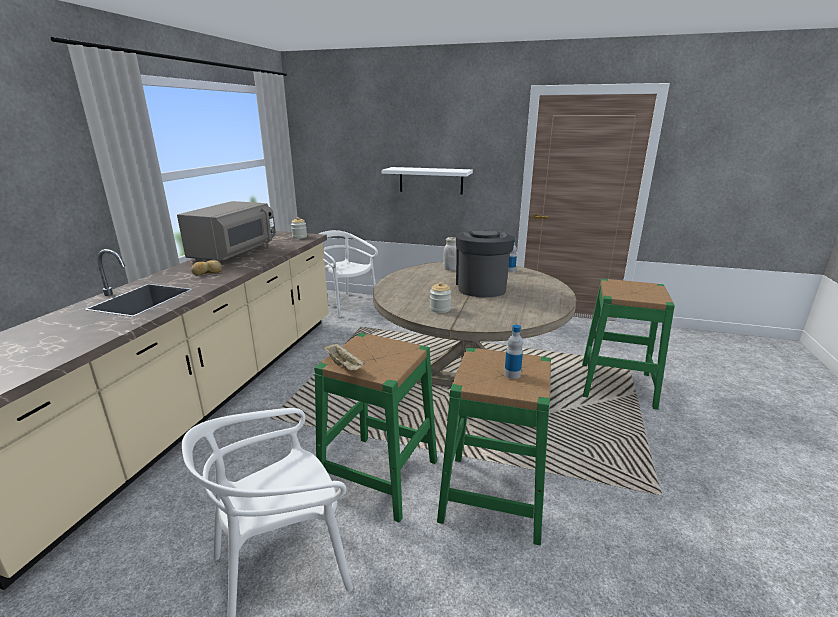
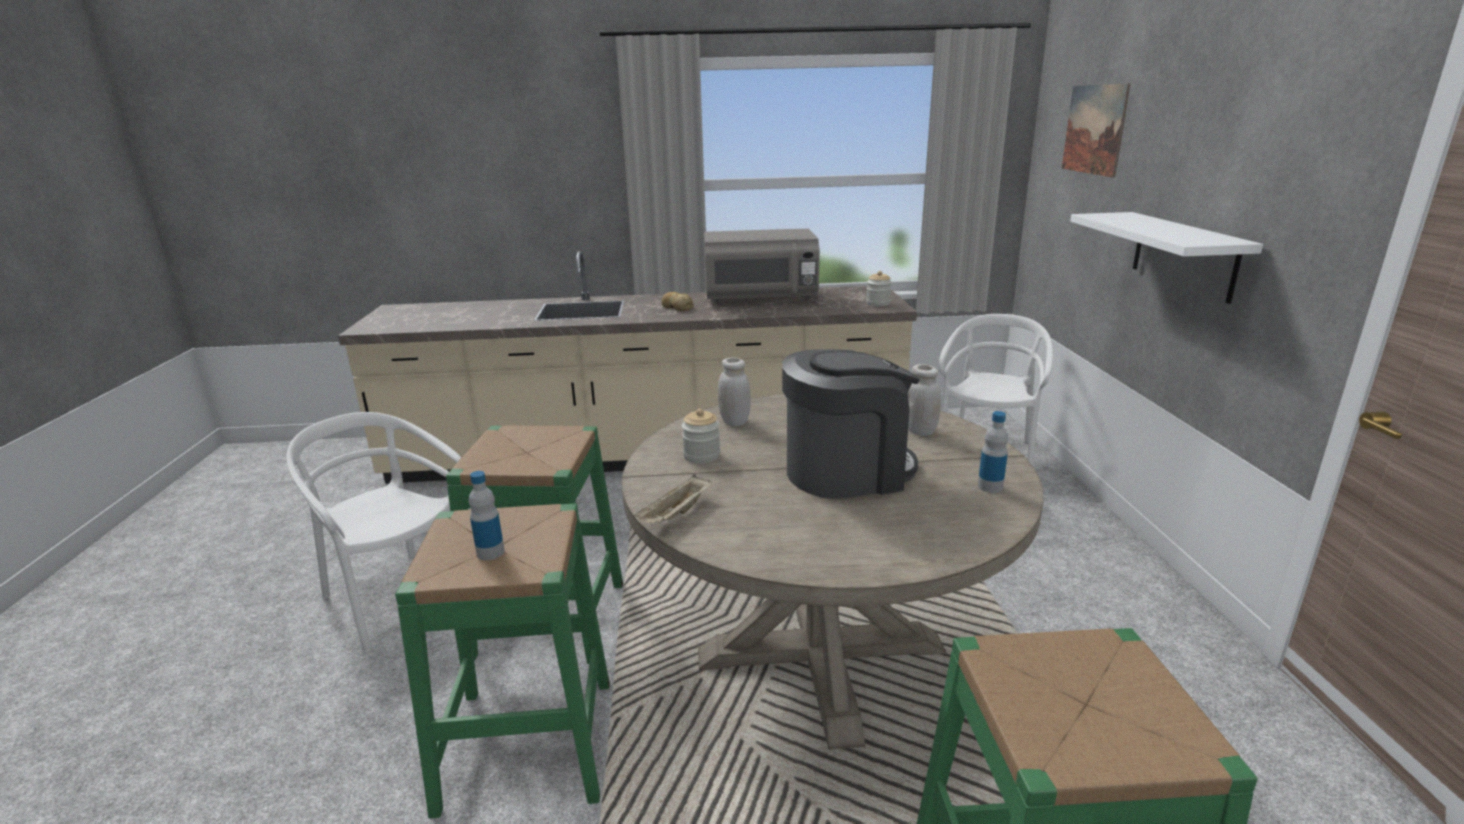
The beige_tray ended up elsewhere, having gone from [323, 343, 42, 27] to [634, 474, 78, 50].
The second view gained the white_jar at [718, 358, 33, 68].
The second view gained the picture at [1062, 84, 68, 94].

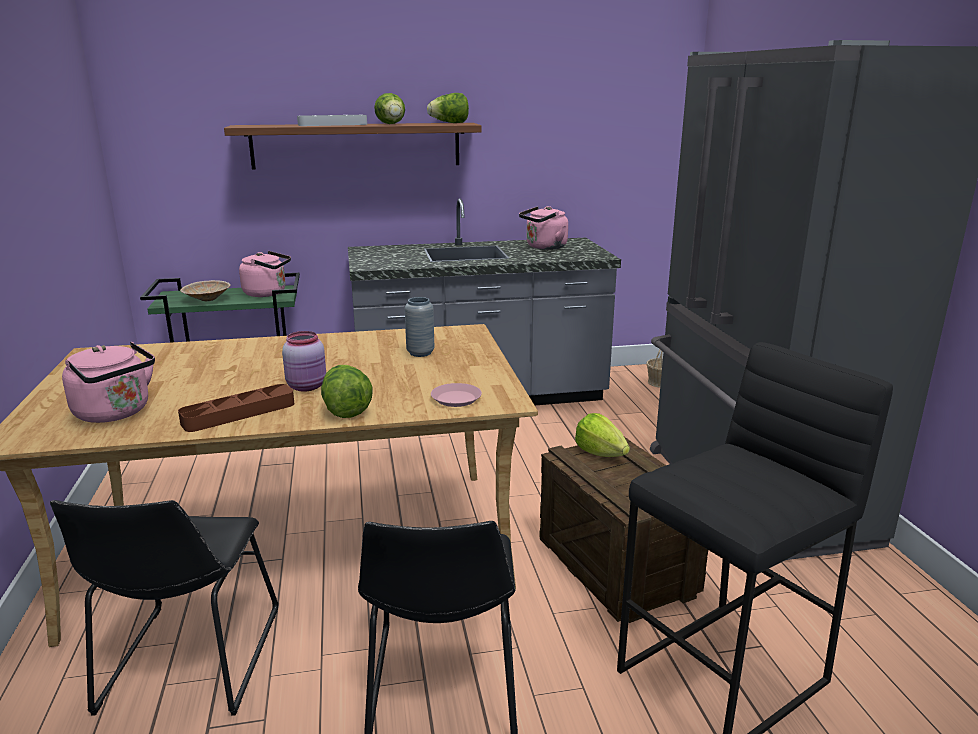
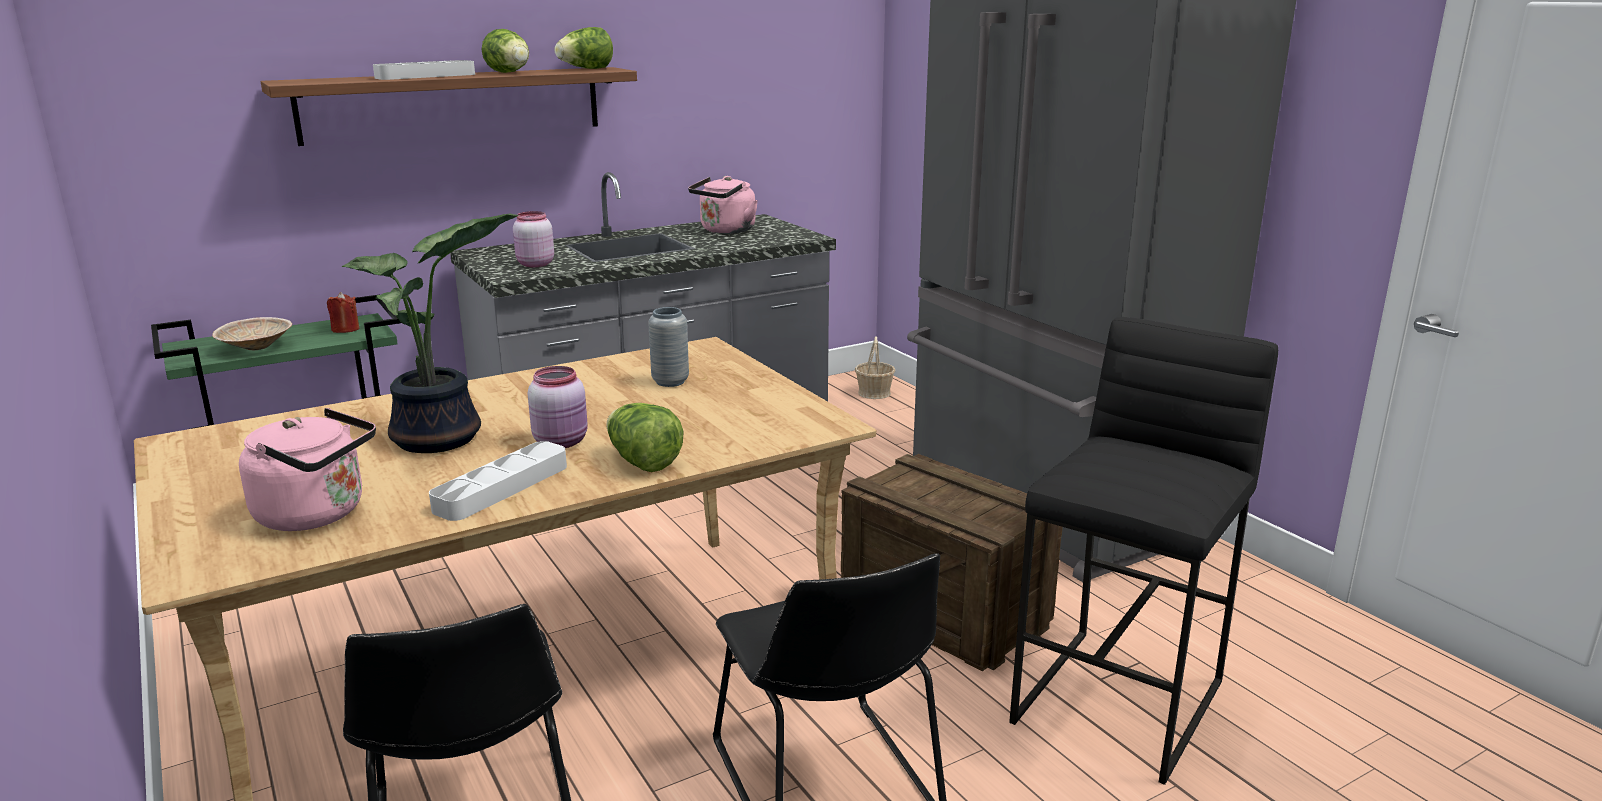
Where the pink_kettle stood at [239, 251, 52, 46], the red_candle came to stand at [327, 292, 32, 41].
The second view gained the potted_plant at [341, 213, 178, 240].
What was the brown_tray at [178, 384, 116, 48] turned into the grey_tray at [429, 441, 138, 80].
The second view gained the pink_jar at [513, 211, 41, 56].
The second view lost the pink_plate at [431, 383, 51, 24].
The second view lost the lettuce at [575, 413, 55, 44].

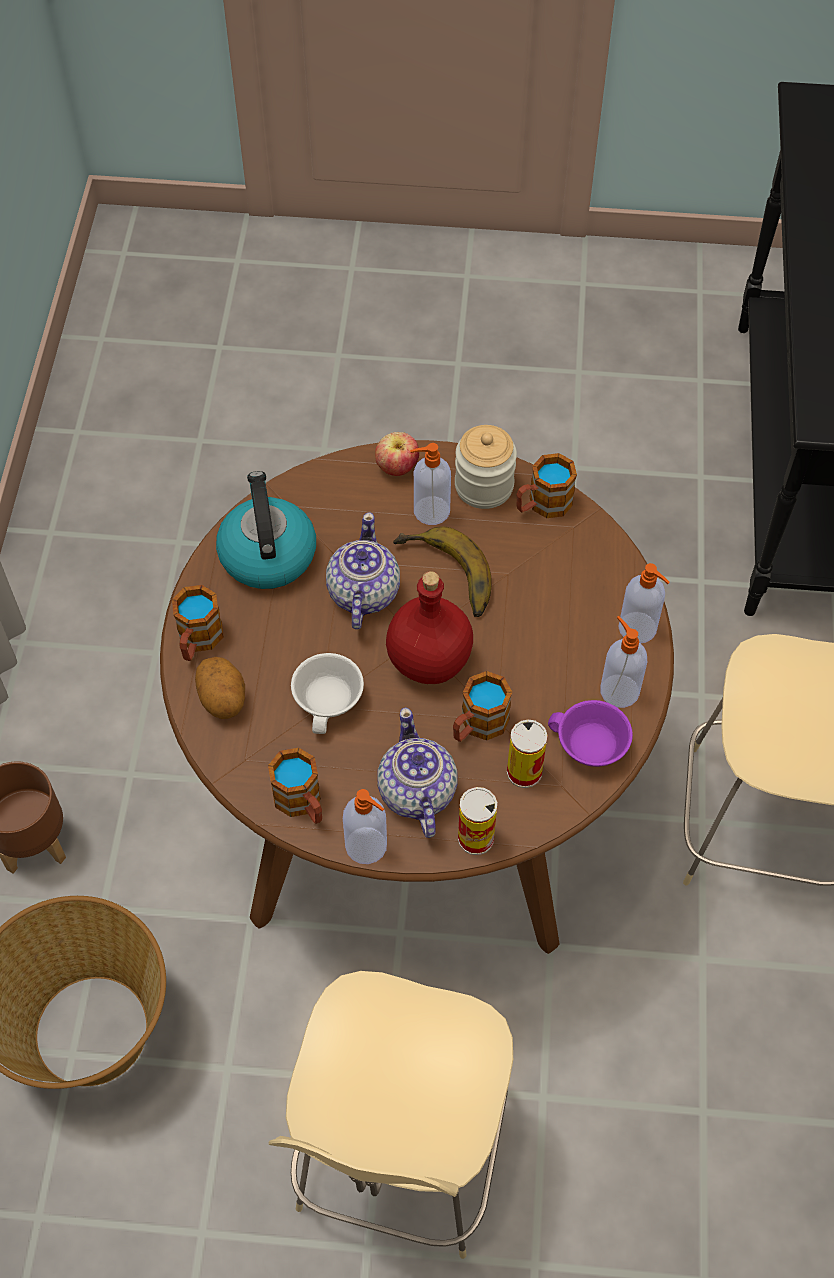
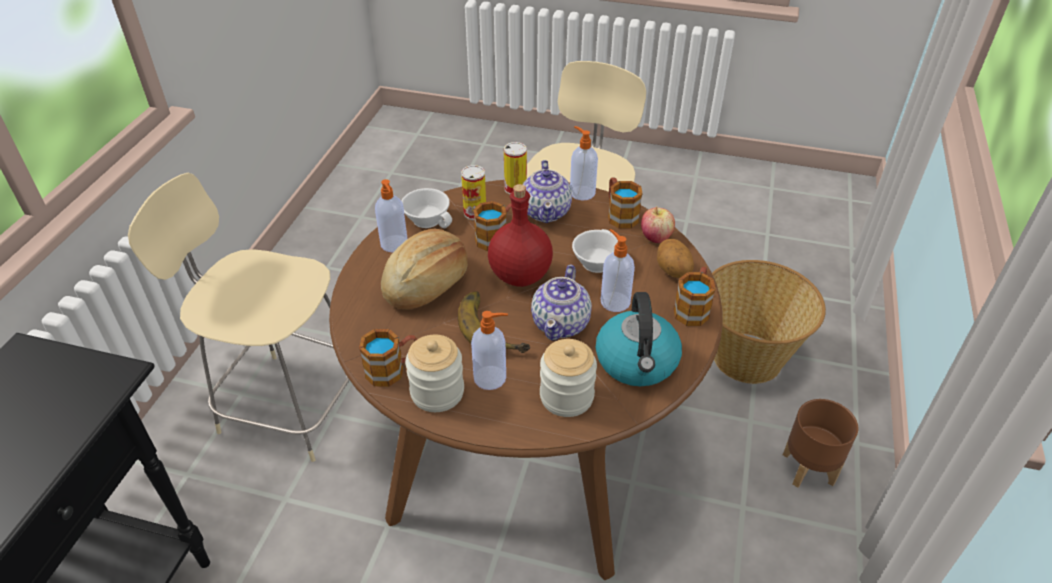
The second view gained the bread at [381, 229, 87, 81].
What was the purple_cup at [548, 700, 85, 67] turned into the white_cup at [401, 188, 51, 40].
The second view gained the jar at [540, 339, 57, 78].
The soap_dispenser ended up elsewhere, having gone from [618, 563, 52, 81] to [601, 229, 34, 83].
The apple ended up elsewhere, having gone from [375, 432, 44, 44] to [641, 206, 34, 37].

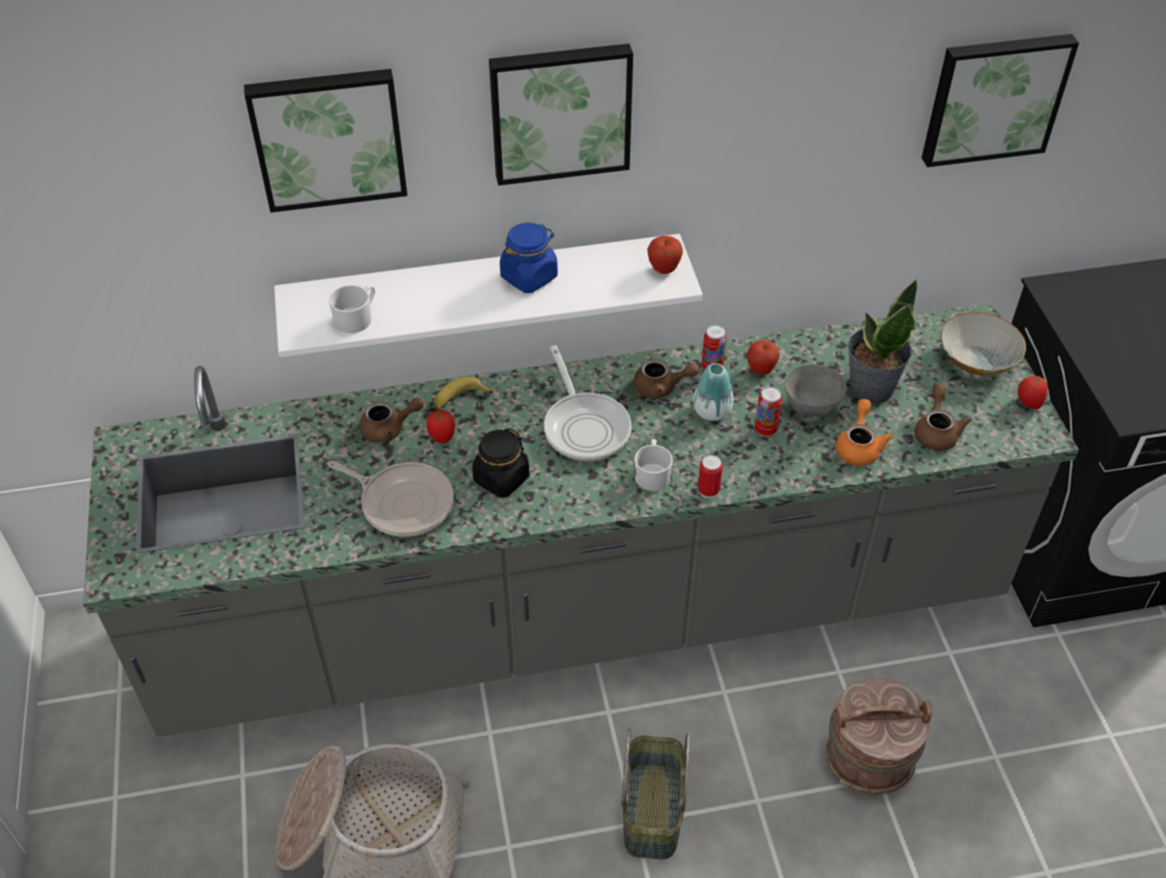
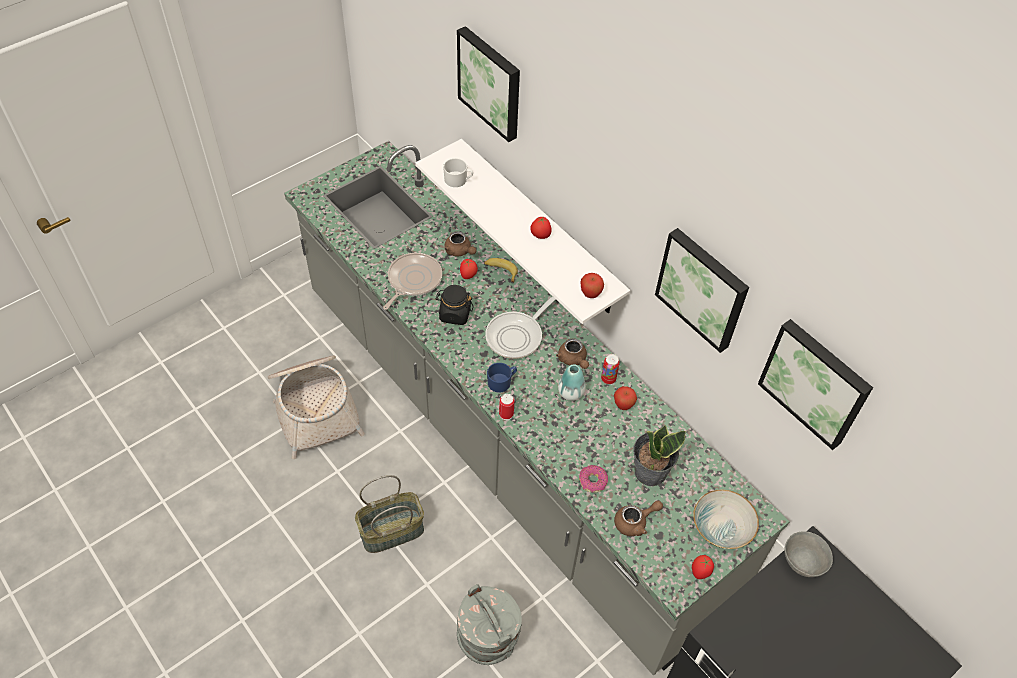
The frying_pan at [328, 461, 126, 76] ended up facing another way, 150 degrees counterclockwise from before.
What was the brown_bucket at [826, 678, 107, 117] turned into the grey_bucket at [457, 584, 65, 81].
What was the white_mug at [634, 439, 39, 52] turned into the blue_mug at [487, 363, 30, 30].
Where the blue_jar stood at [500, 223, 58, 70], the tomato came to stand at [530, 217, 21, 22].
Where the orange_teapot stood at [836, 399, 58, 67], the donut came to stand at [579, 465, 29, 28].
The picture ended up elsewhere, having gone from [489, 44, 144, 142] to [655, 228, 94, 125].
The grey_bowl ended up elsewhere, having gone from [784, 364, 63, 53] to [784, 531, 49, 46].
The second view lost the can at [755, 387, 27, 49].

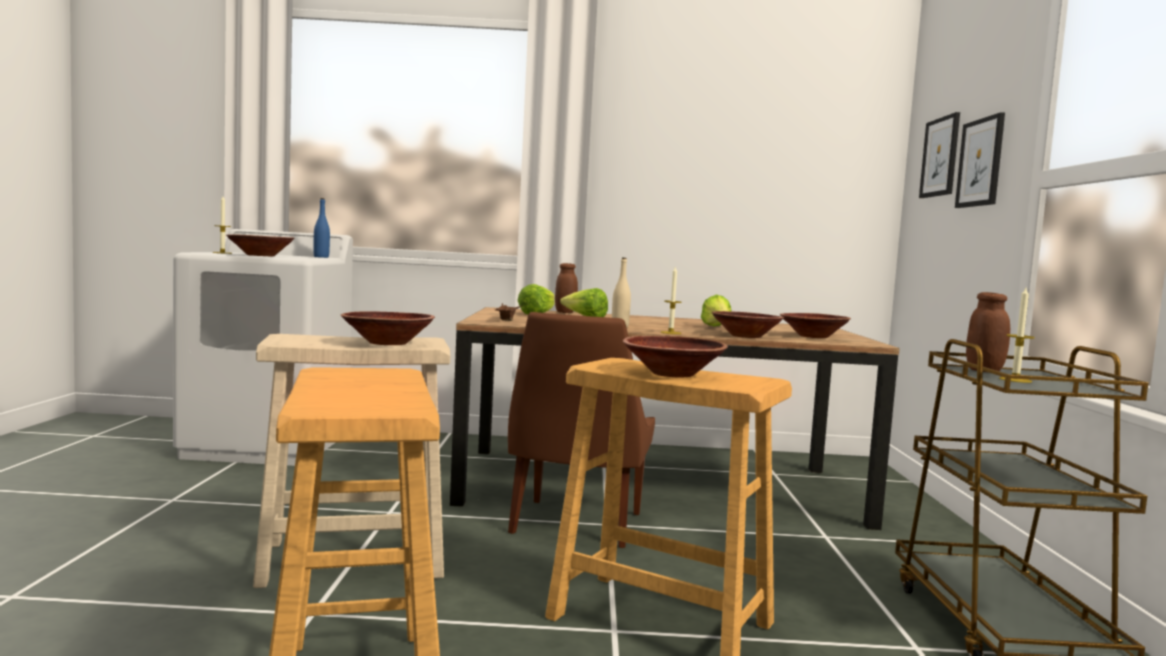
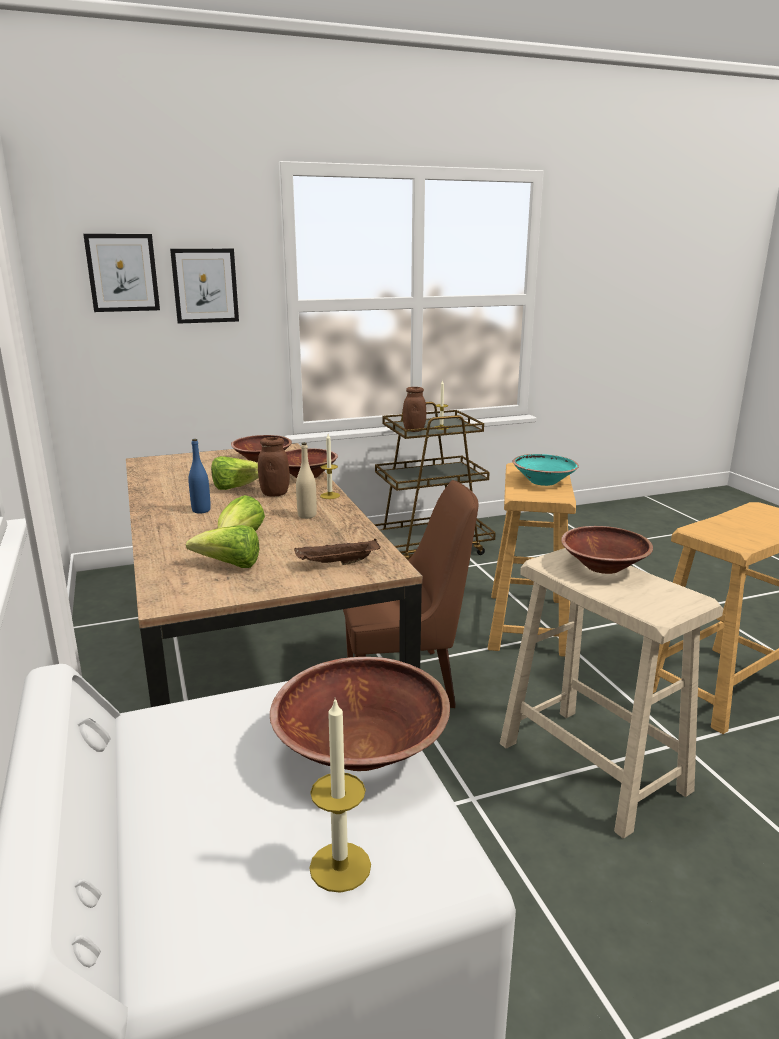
The blue_bottle ended up elsewhere, having gone from [314, 198, 16, 60] to [188, 439, 23, 75].
The brown_jar ended up elsewhere, having gone from [555, 263, 23, 50] to [258, 437, 32, 60].
What was the brown_bowl at [623, 336, 105, 41] turned into the turquoise_bowl at [513, 454, 66, 32].

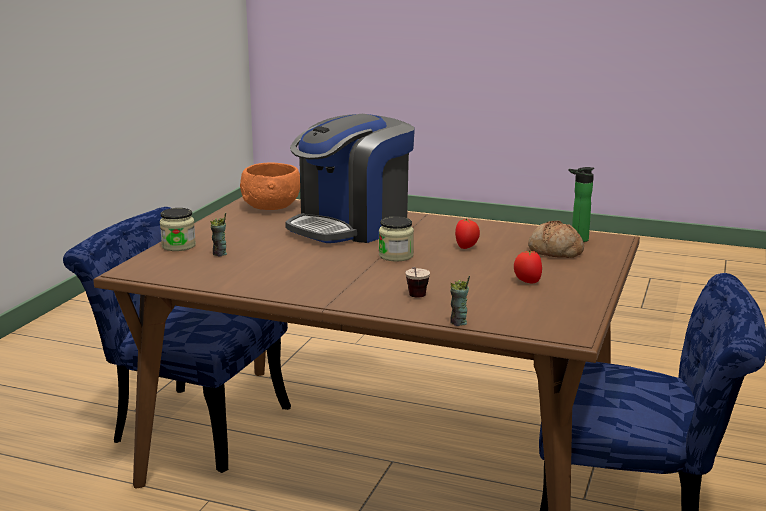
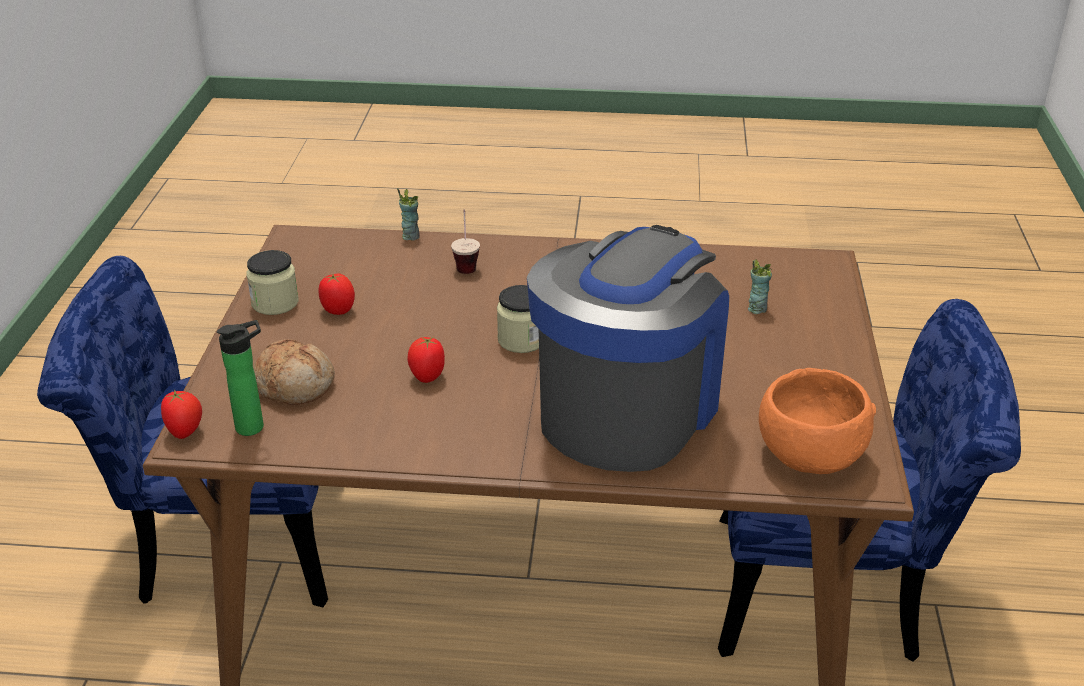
The second view gained the tomato at [161, 389, 41, 50].
The jar ended up elsewhere, having gone from [160, 208, 36, 43] to [247, 250, 52, 65].

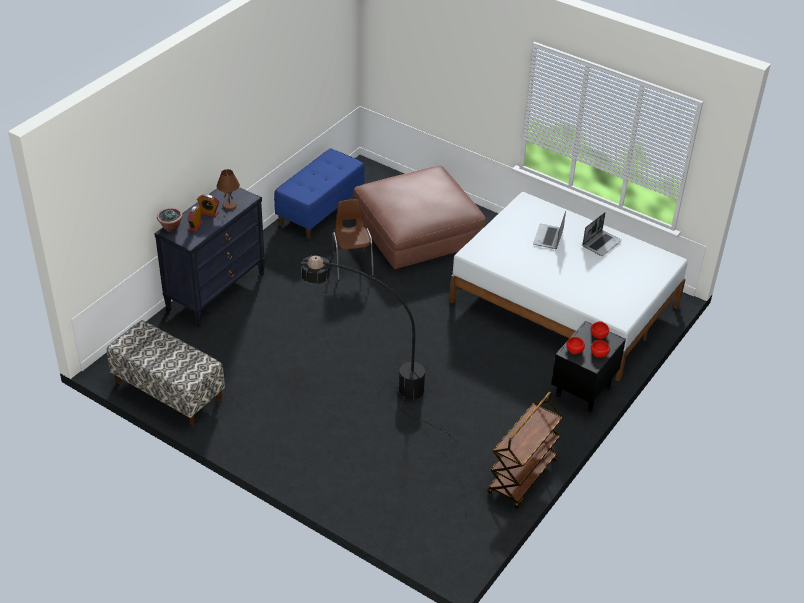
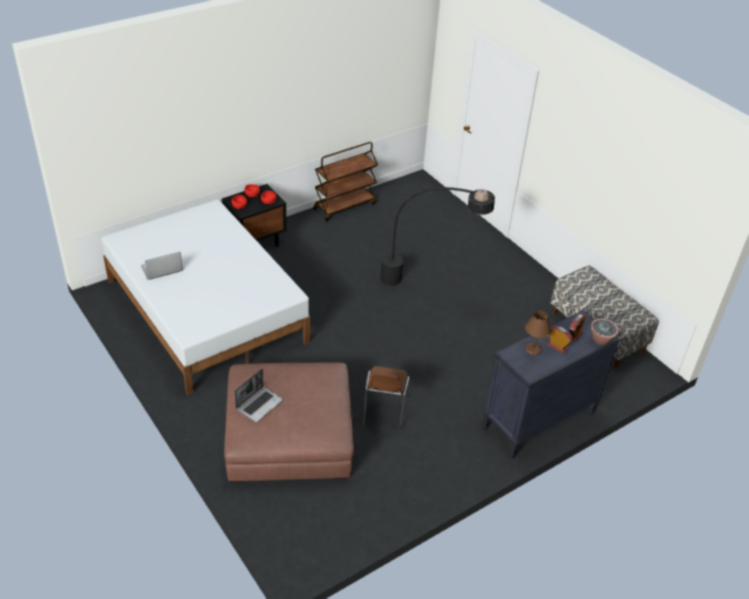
The laptop ended up elsewhere, having gone from [533, 211, 33, 38] to [234, 369, 49, 53].
The second view lost the blue_bench at [274, 148, 91, 91].

